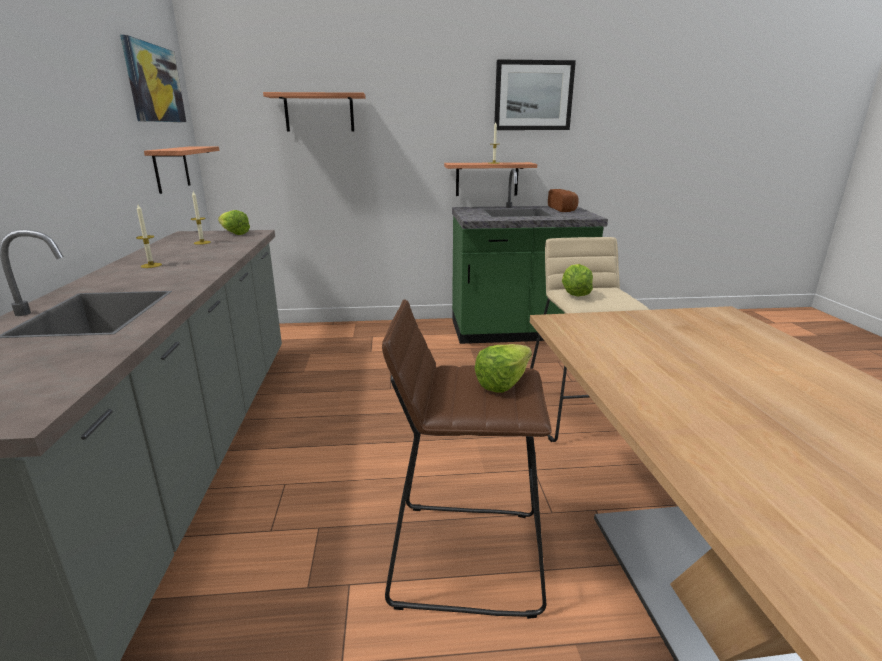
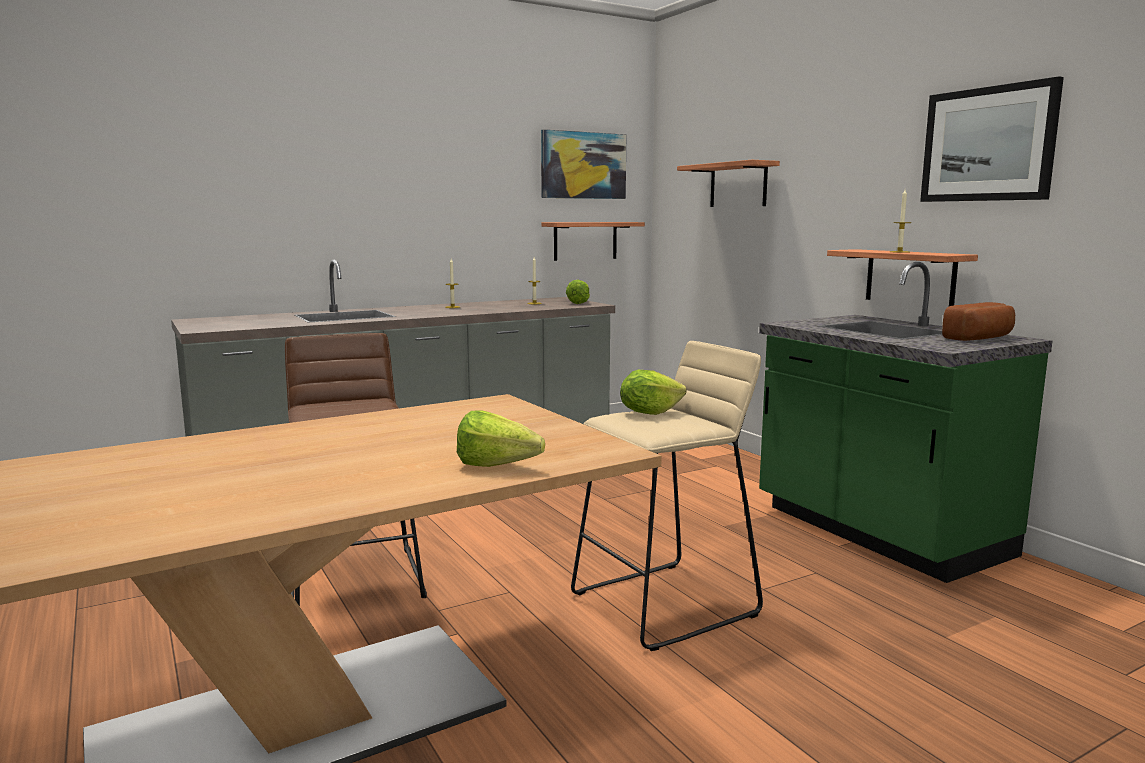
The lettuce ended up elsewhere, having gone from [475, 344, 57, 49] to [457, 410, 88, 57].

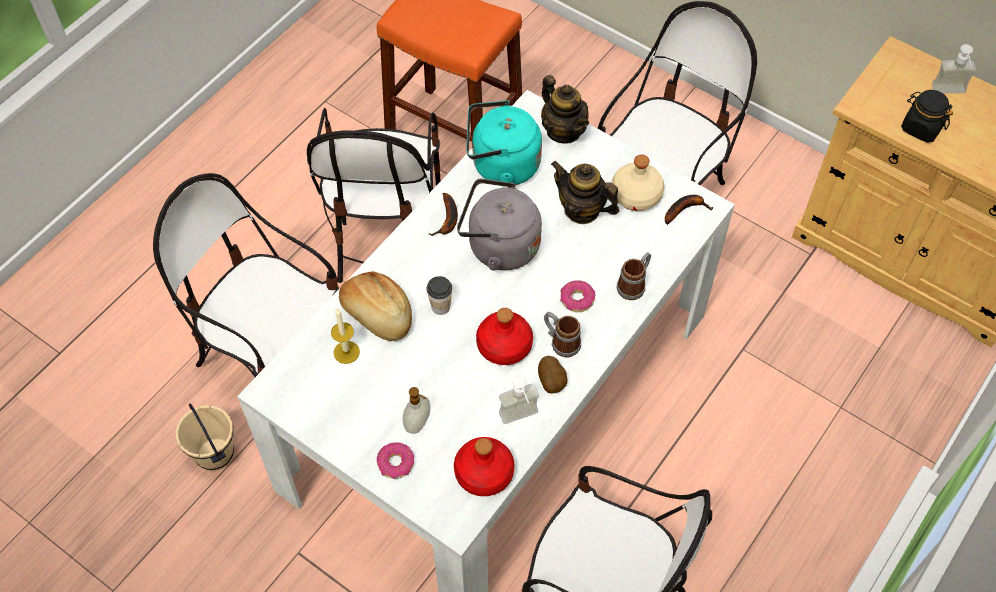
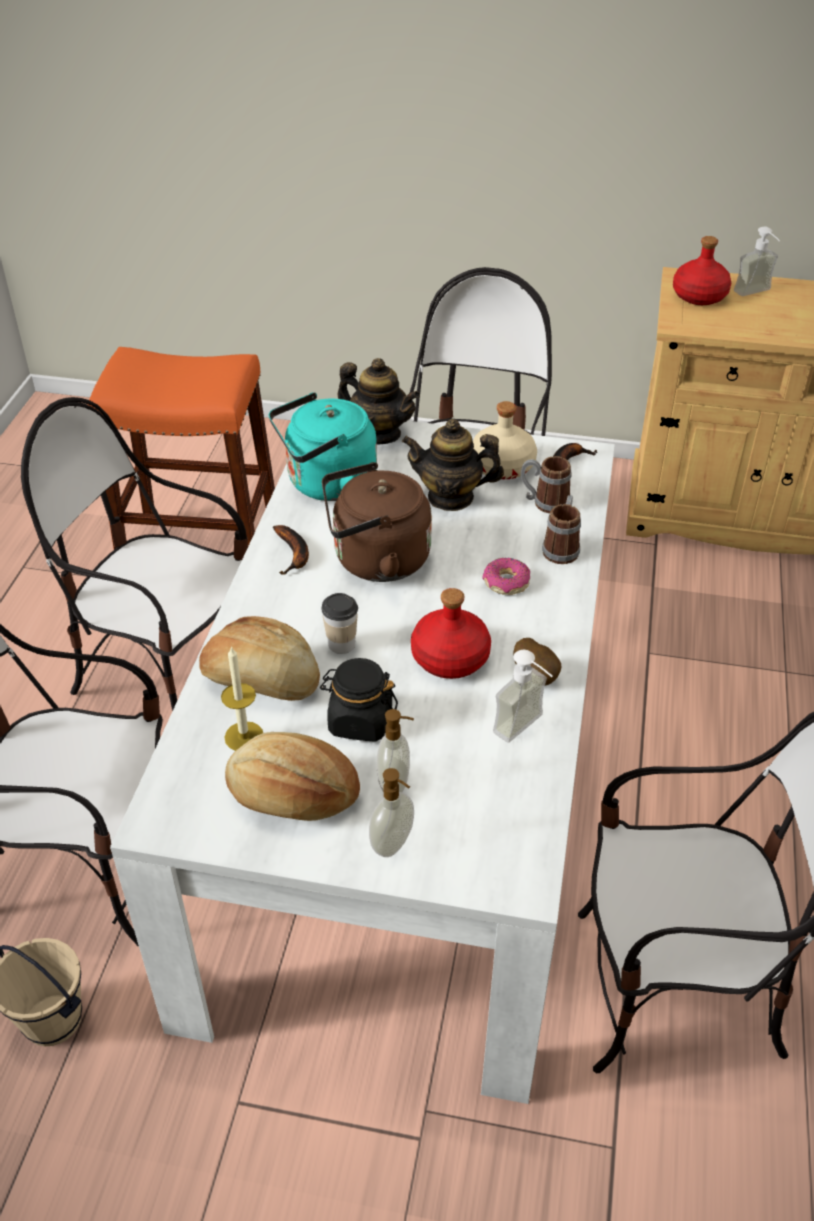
The chair at [307, 108, 134, 175] ended up facing another way, 135 degrees clockwise from before.
The second view gained the bread at [225, 732, 135, 89].
The black_jar ended up elsewhere, having gone from [901, 90, 52, 53] to [320, 658, 78, 84].
What was the grey_kettle at [457, 178, 85, 93] turned into the brown_kettle at [322, 462, 110, 120].
Where the donut stood at [377, 442, 37, 37], the soap_dispenser came to stand at [369, 768, 45, 89].
The mug ended up elsewhere, having gone from [544, 312, 37, 45] to [521, 456, 50, 58].
The red_bottle ended up elsewhere, having gone from [454, 437, 61, 59] to [673, 236, 58, 69].

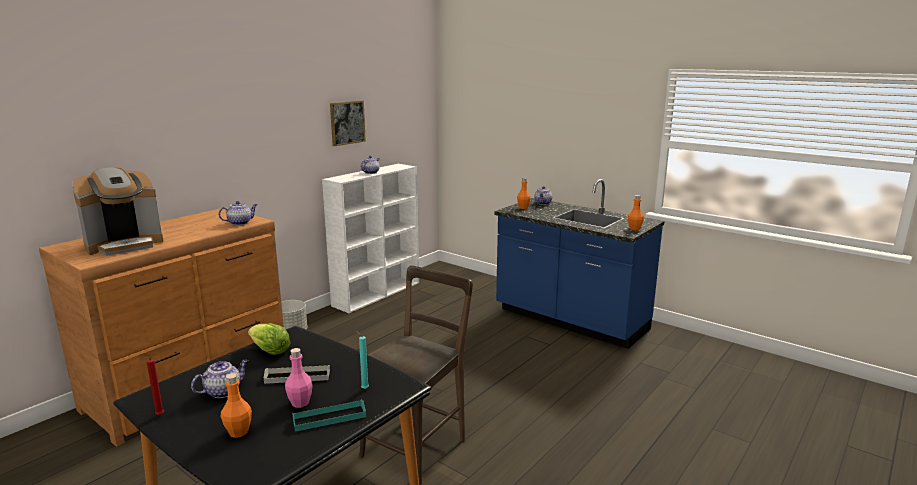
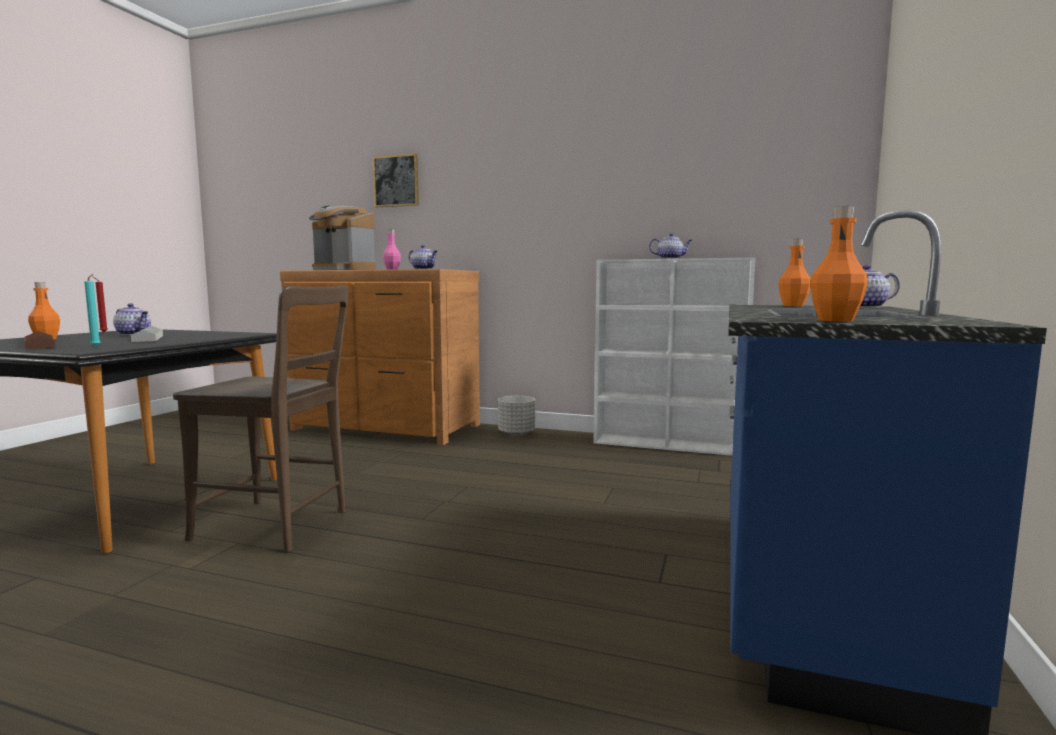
What was the turquoise_tray at [292, 400, 74, 32] turned into the brown_tray at [24, 331, 31, 19].
The picture ended up elsewhere, having gone from [330, 101, 36, 45] to [373, 154, 46, 53].
The pink_bottle ended up elsewhere, having gone from [285, 348, 28, 60] to [383, 229, 18, 41].
The second view lost the lettuce at [248, 324, 42, 31].

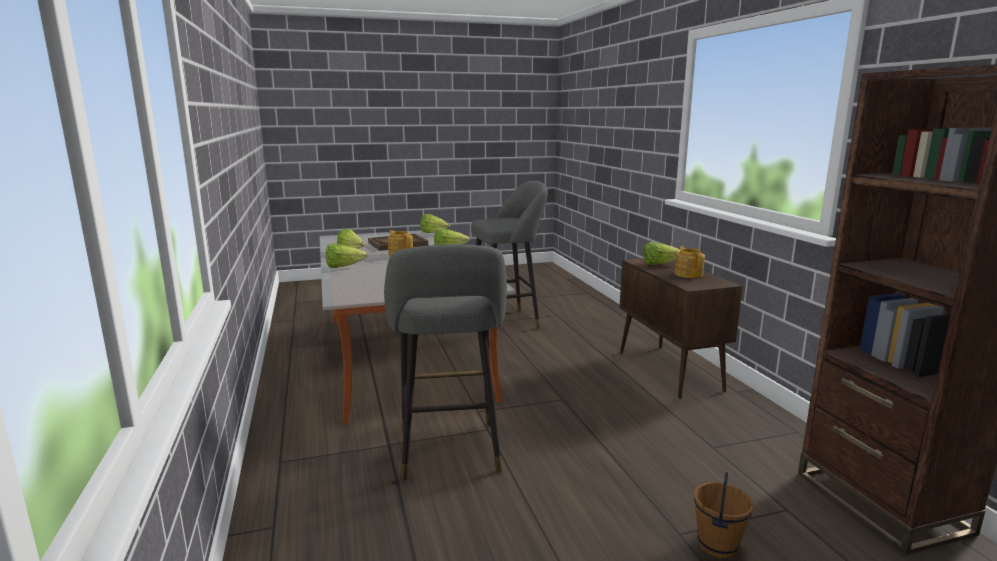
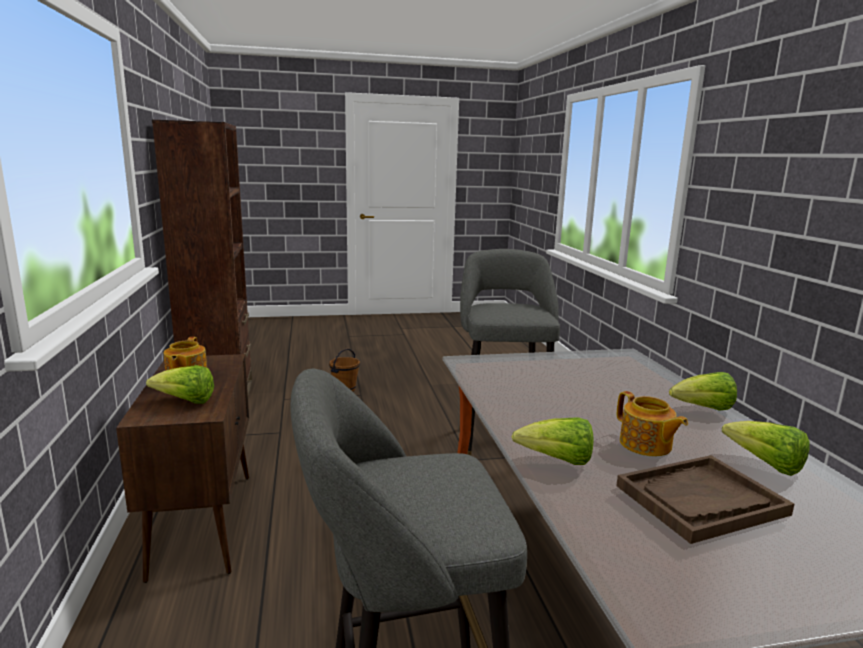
The second view lost the lettuce at [420, 214, 30, 19].

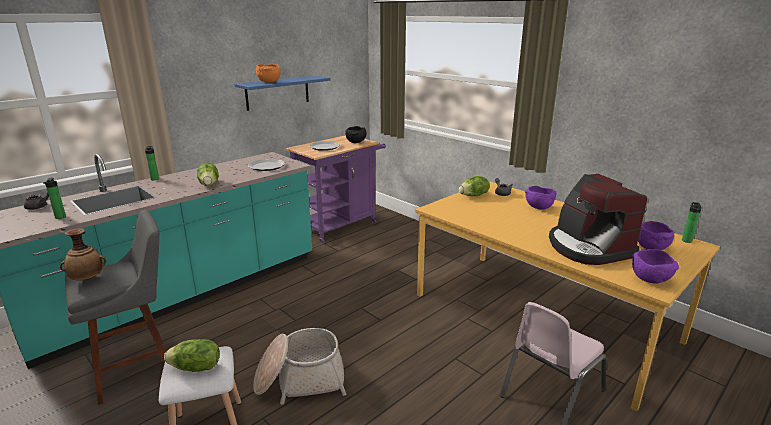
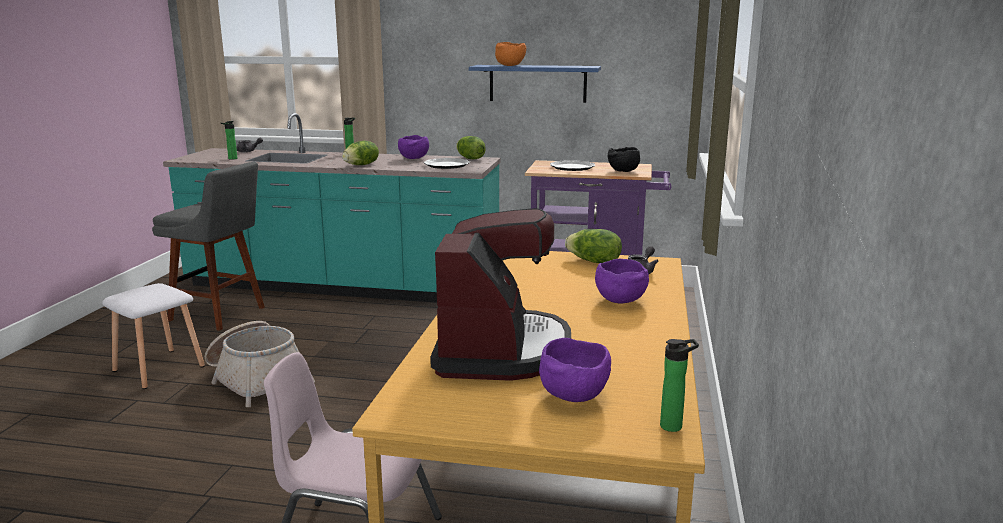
The purple_bowl ended up elsewhere, having gone from [632, 249, 47, 34] to [398, 135, 31, 24].
The coffee_machine at [549, 174, 98, 91] ended up facing another way, 150 degrees clockwise from before.
The lettuce ended up elsewhere, having gone from [164, 339, 56, 33] to [456, 136, 30, 23].
The second view lost the vase at [60, 228, 46, 53].

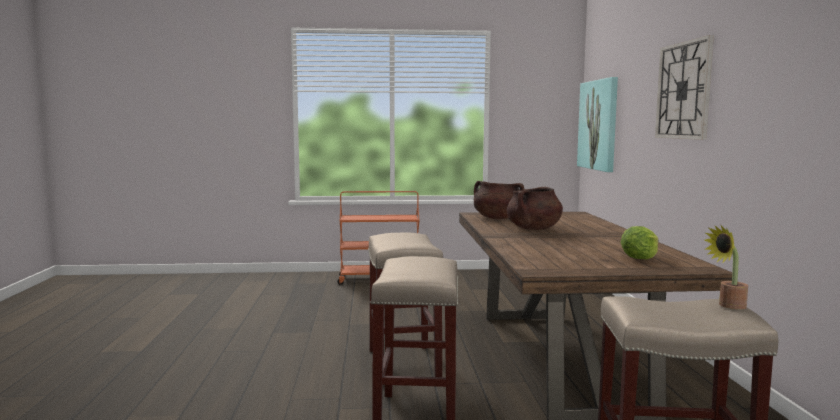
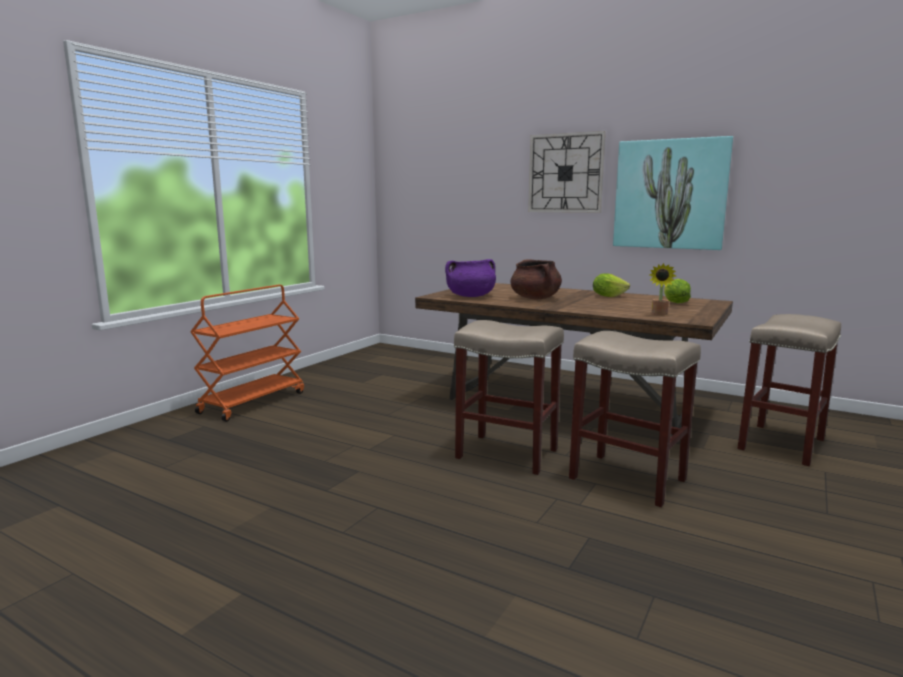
What was the brown_cooking_pot at [474, 181, 50, 38] turned into the purple_cooking_pot at [445, 259, 51, 38].
The second view gained the lettuce at [593, 273, 37, 24].
The picture ended up elsewhere, having gone from [577, 77, 41, 95] to [613, 136, 120, 114].
The potted_plant ended up elsewhere, having gone from [705, 225, 43, 85] to [649, 263, 27, 52].

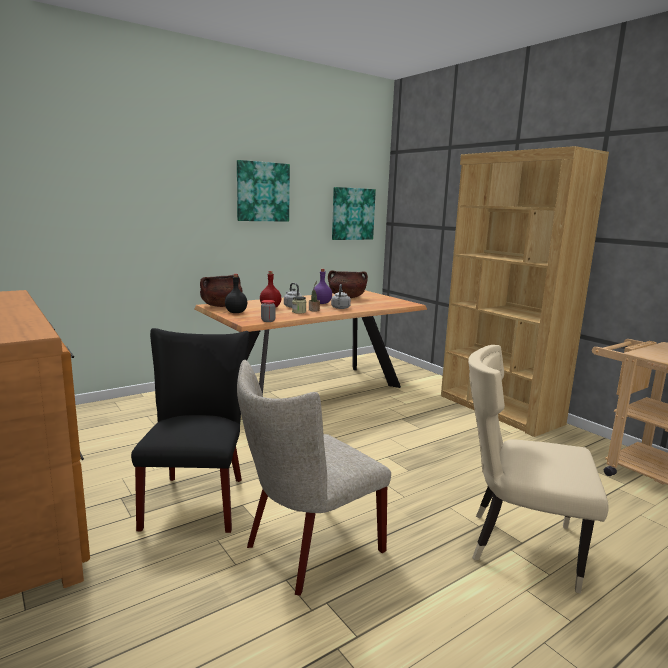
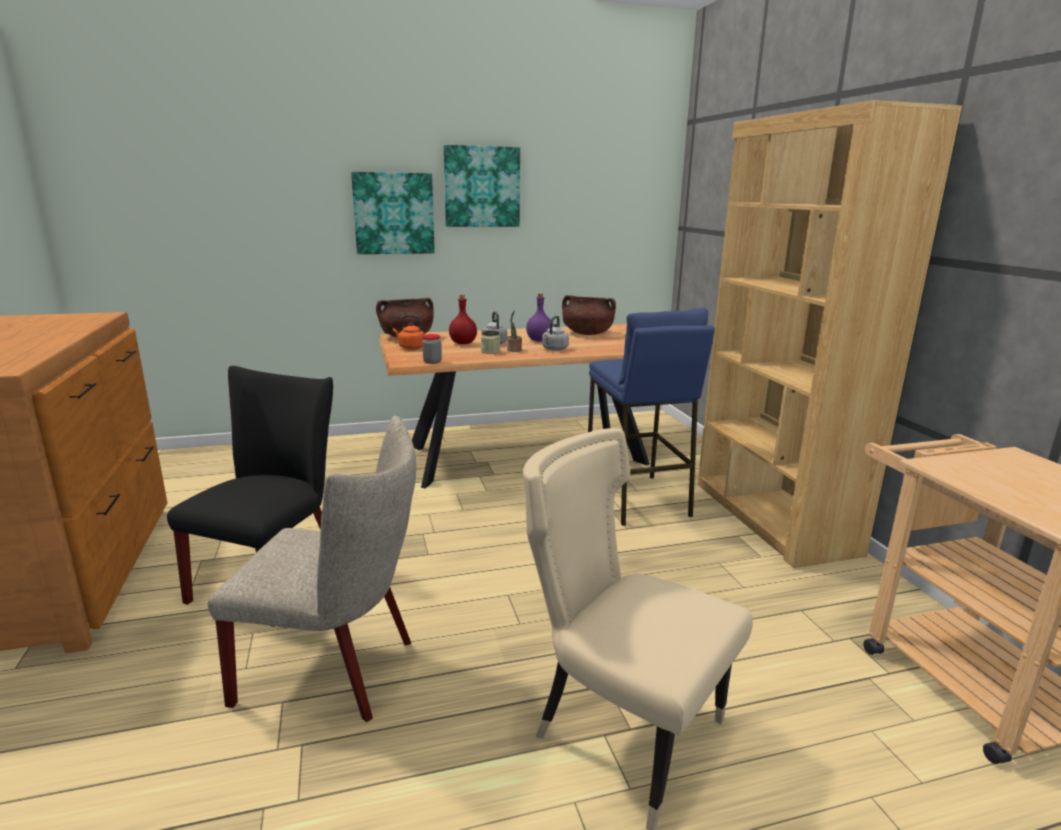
The beige_chair at [237, 360, 154, 236] ended up facing another way, 150 degrees counterclockwise from before.
The picture ended up elsewhere, having gone from [332, 187, 44, 53] to [351, 172, 84, 82].
Where the black_bottle stood at [225, 274, 22, 39], the orange_kettle came to stand at [393, 315, 32, 35].
The second view gained the blue_stool at [588, 308, 127, 218].

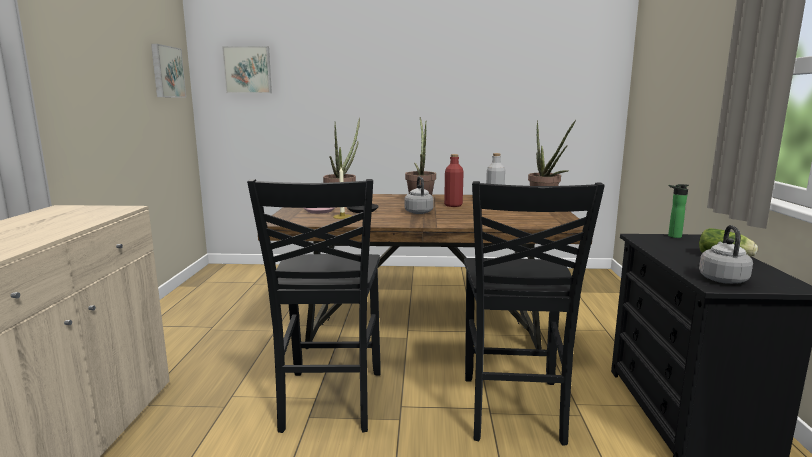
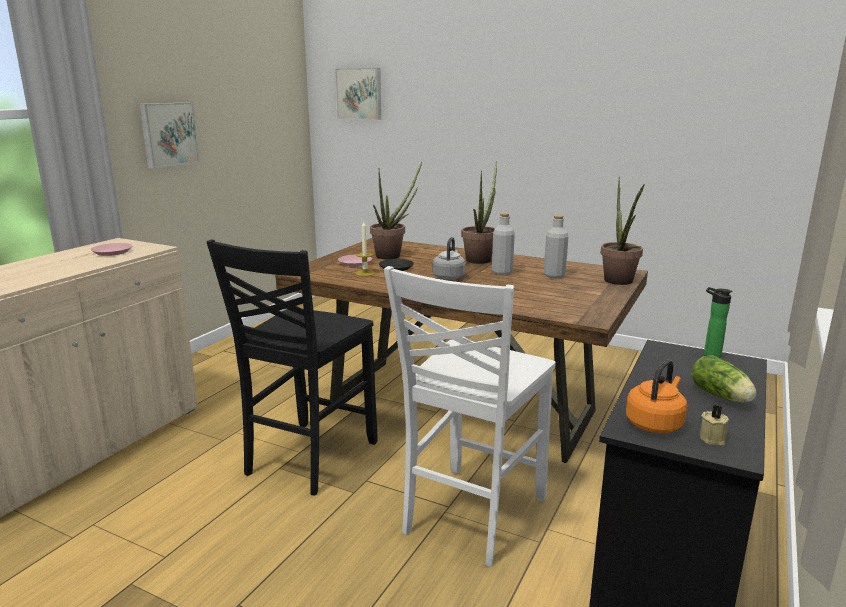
The second view gained the pink_plate at [91, 243, 41, 13].
The picture ended up elsewhere, having gone from [151, 44, 35, 54] to [139, 102, 61, 66].
What was the black_chair at [464, 181, 141, 265] turned into the white_chair at [384, 266, 172, 301].
What was the red_bottle at [444, 154, 20, 53] turned into the grey_bottle at [492, 213, 23, 62].
What was the grey_kettle at [699, 225, 54, 59] turned into the orange_kettle at [626, 359, 61, 74].
The second view gained the beige_candle at [700, 405, 29, 41].

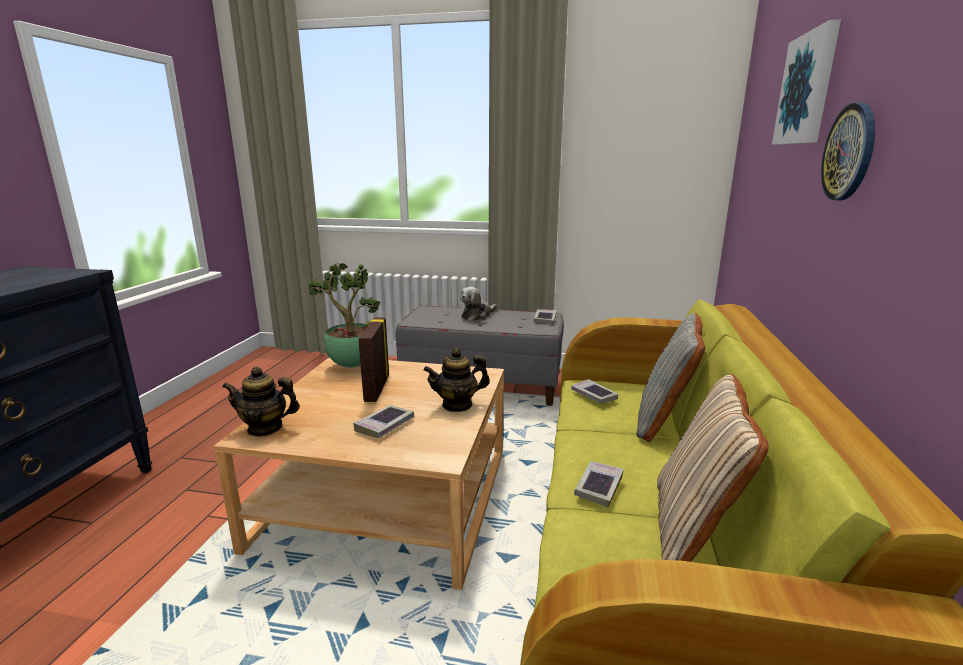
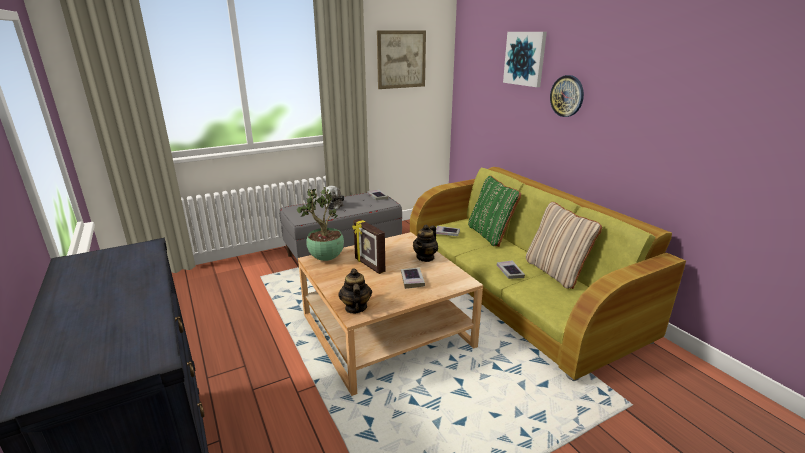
The teapot at [222, 367, 78, 70] ended up facing another way, 120 degrees clockwise from before.
The second view gained the picture at [377, 30, 49, 59].
What was the grey_pillow at [637, 313, 69, 129] turned into the green_pillow at [468, 176, 53, 71].

